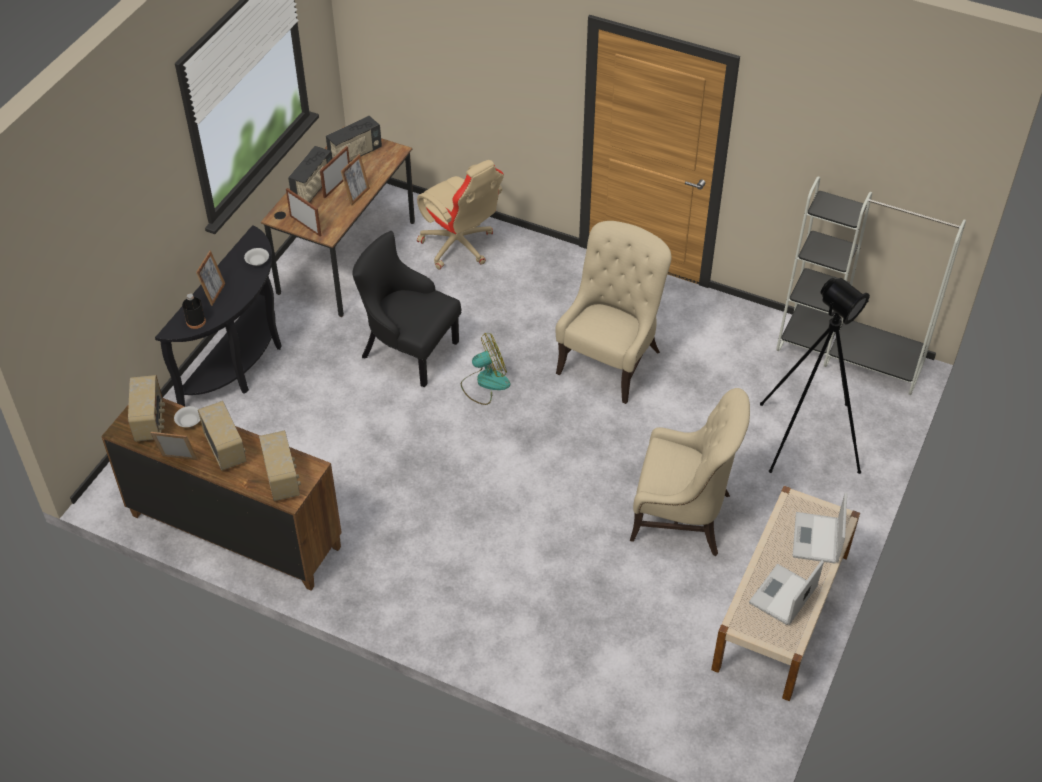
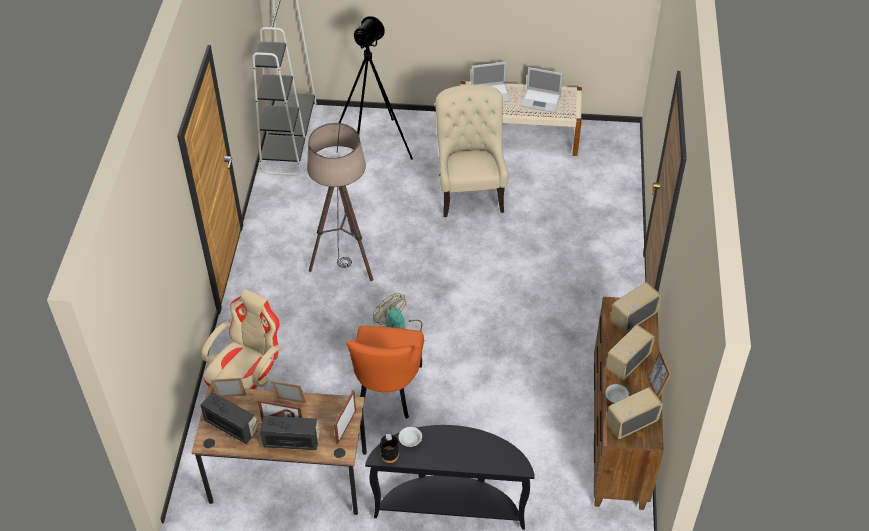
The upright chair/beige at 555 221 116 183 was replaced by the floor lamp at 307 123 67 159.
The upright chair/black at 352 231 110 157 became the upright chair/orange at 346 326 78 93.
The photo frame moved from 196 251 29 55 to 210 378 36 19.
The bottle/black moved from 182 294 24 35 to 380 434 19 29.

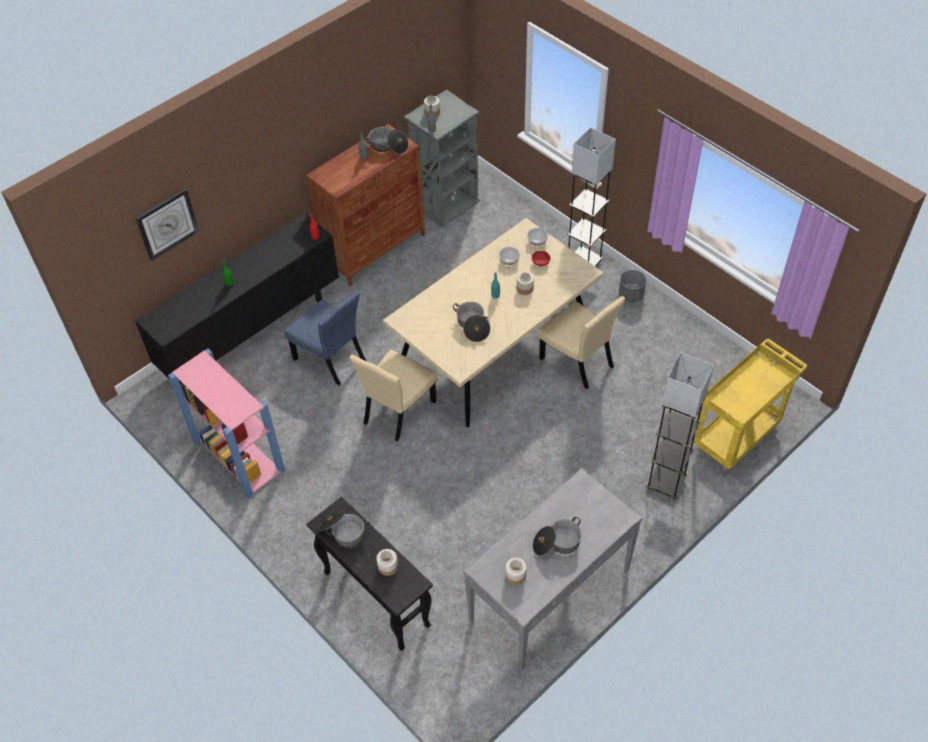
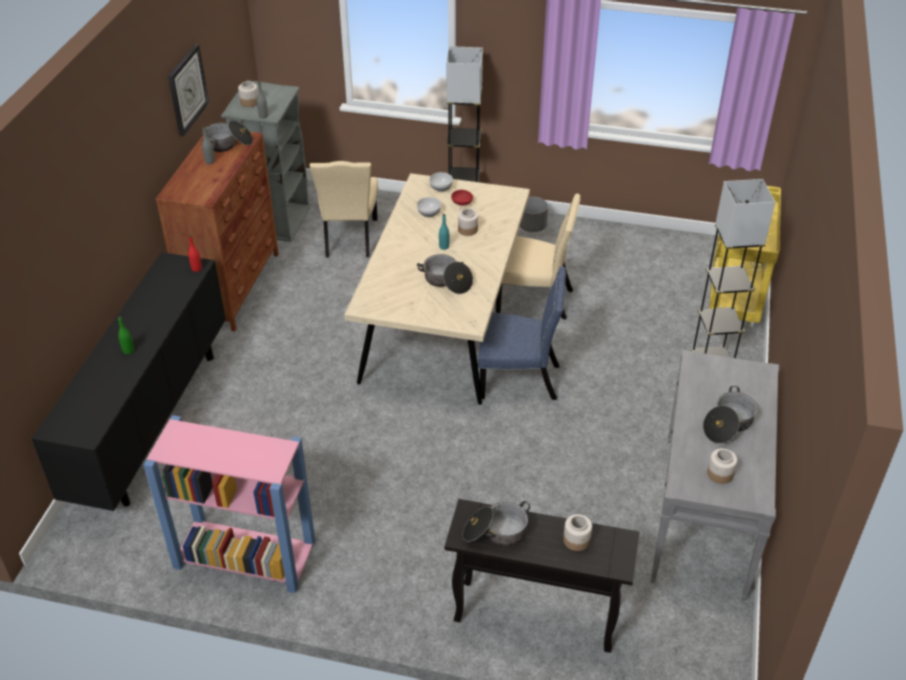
The hanging clock moved from 135 188 64 73 to 168 44 41 93.
The upright chair/blue-coloured moved from 284 291 82 94 to 478 266 88 134.
The upright chair/beige moved from 350 350 88 91 to 310 161 68 96.

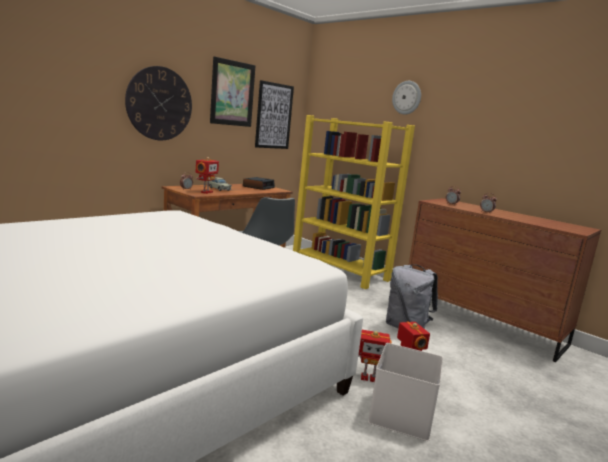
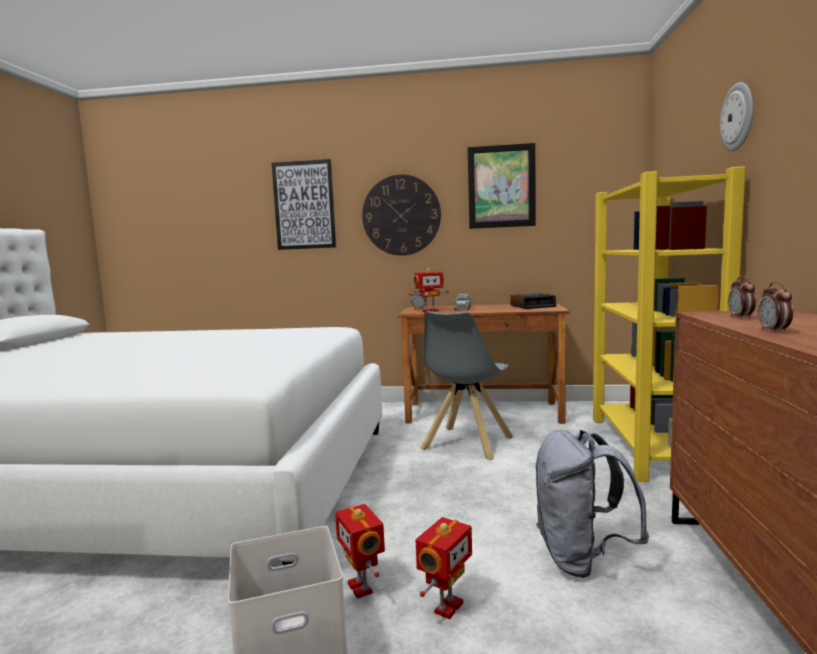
The wall art moved from 255 80 39 69 to 272 159 64 91.

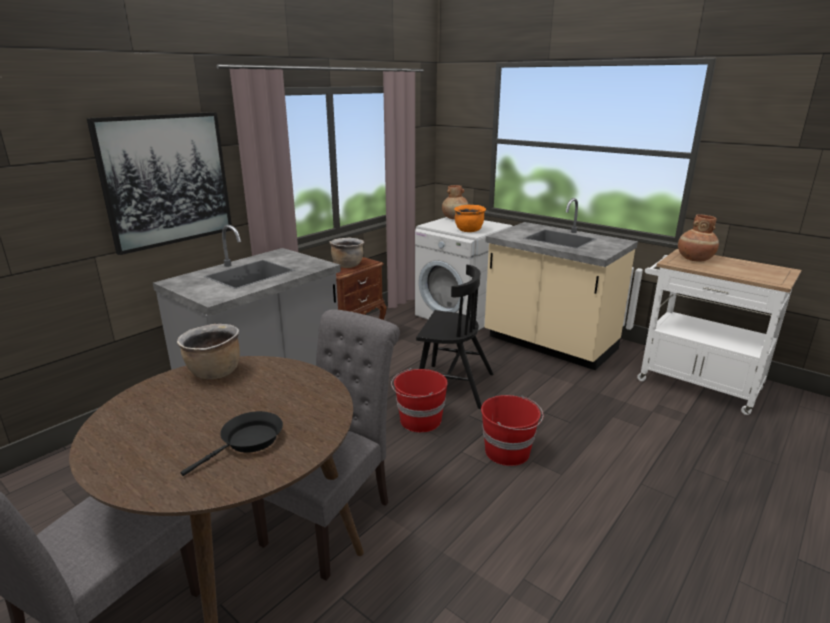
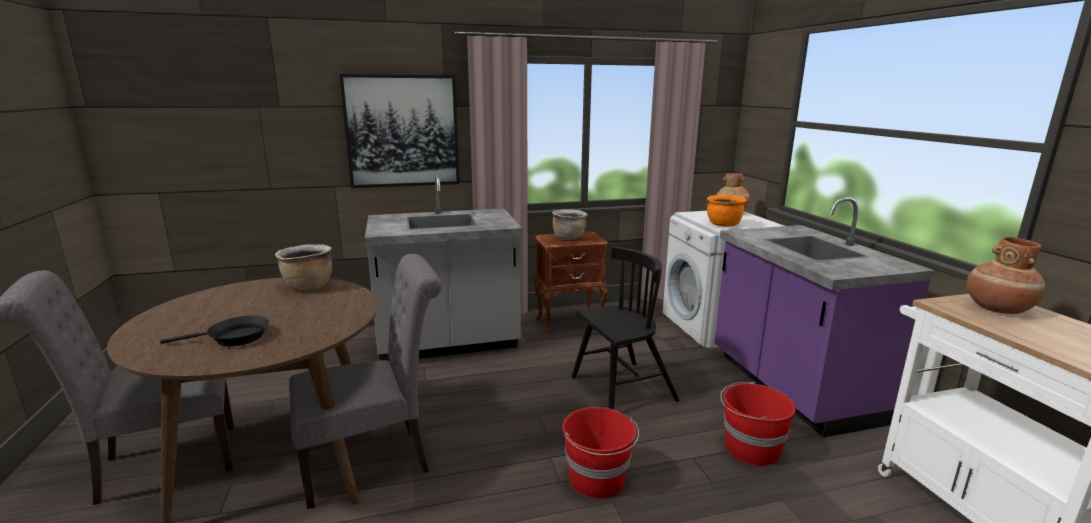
The kitchen counter/beige at 484 198 154 172 became the kitchen counter/purplish at 714 197 221 241.
The upright chair/black at 416 265 78 144 turned 75 degrees counterclockwise.
The bucket/red moved from 391 368 57 64 to 720 382 76 84.

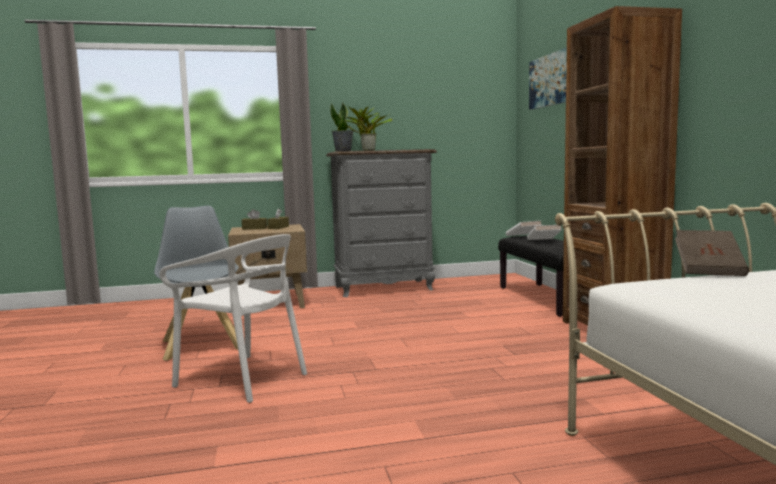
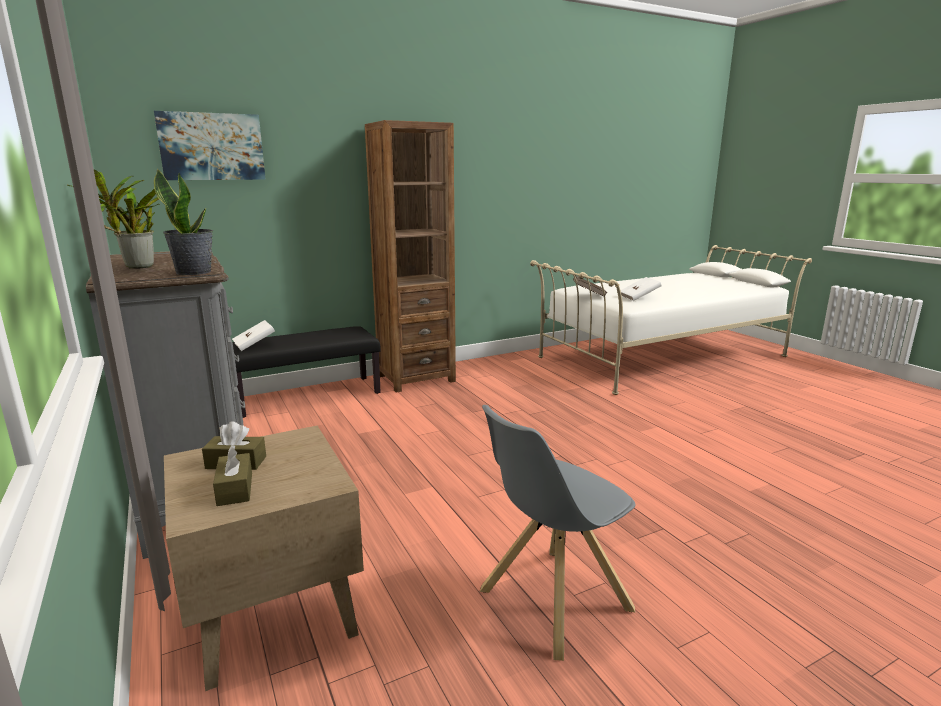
The volume/white-coloured moved from 527 225 35 15 to 621 277 40 24.
The upright chair/white-coloured at 159 234 148 169 disappeared.

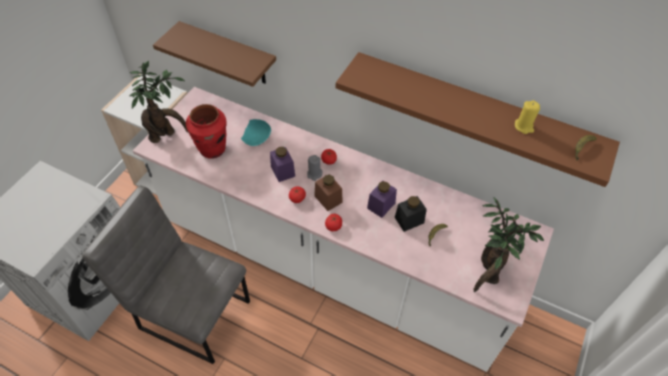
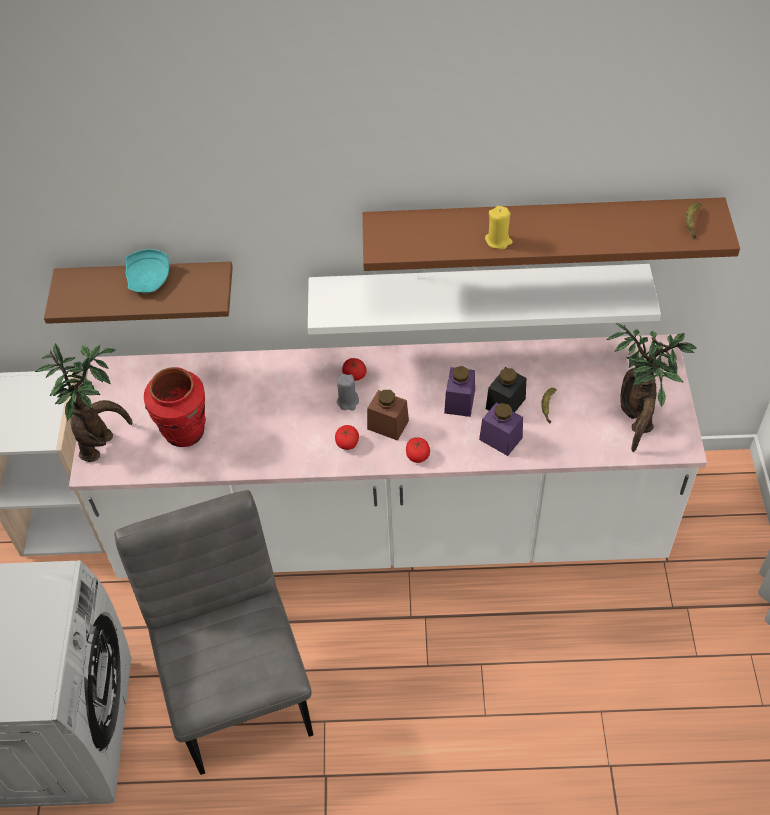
The wax light/yellow-coloured moved from 515 100 25 34 to 485 206 28 43.
The plate/blue-green moved from 241 119 30 27 to 125 249 44 44.
The jar/purplish moved from 270 147 25 35 to 479 402 44 54.
The upright chair/gray at 82 185 168 179 turned 75 degrees clockwise.
The wall shelf/white-coloured at 308 264 353 71 appeared.

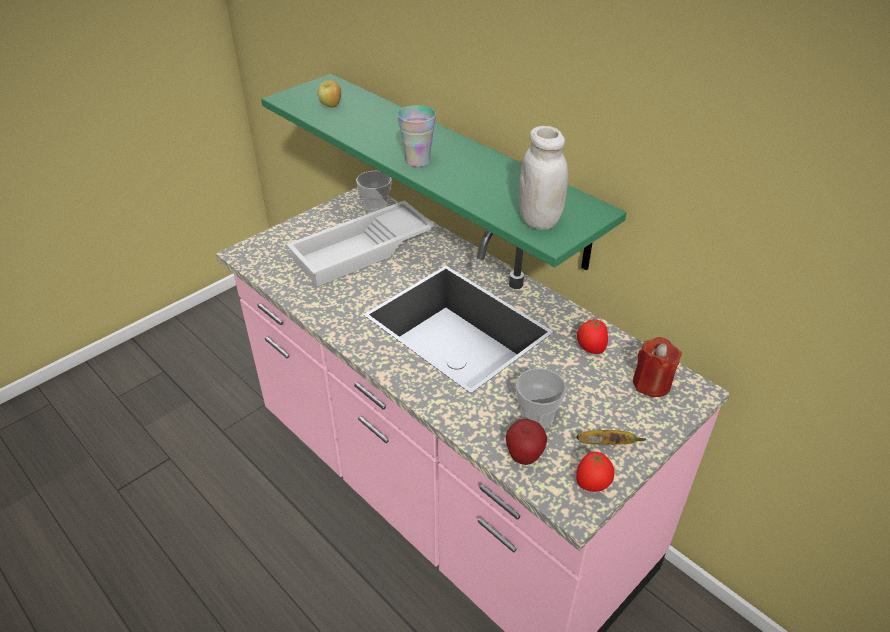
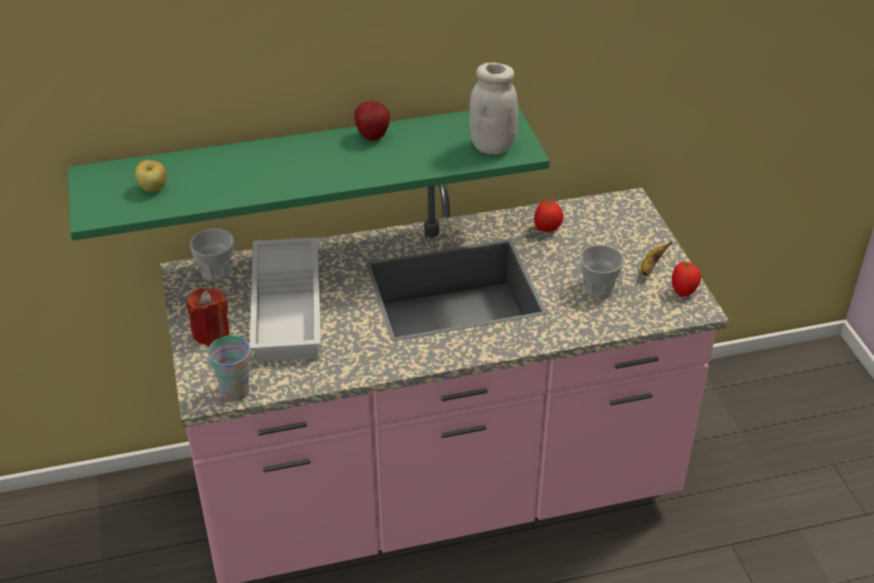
The cup moved from 398 105 38 62 to 207 336 44 65.
The wax light/red moved from 633 337 49 60 to 187 288 42 58.
The apple moved from 506 419 41 46 to 354 101 36 40.

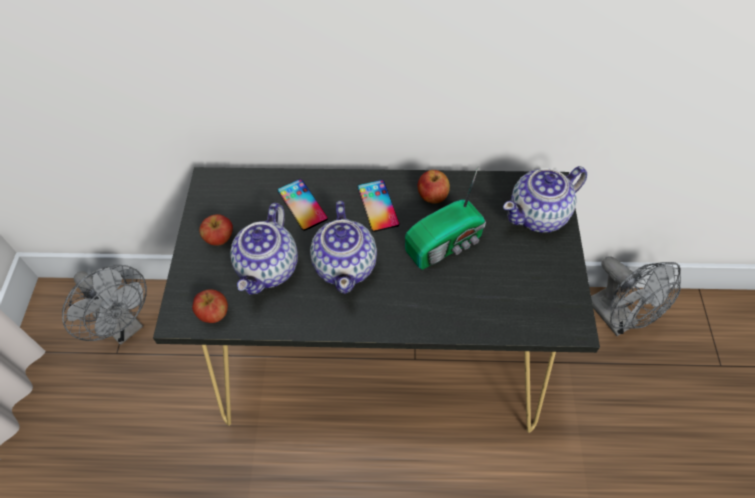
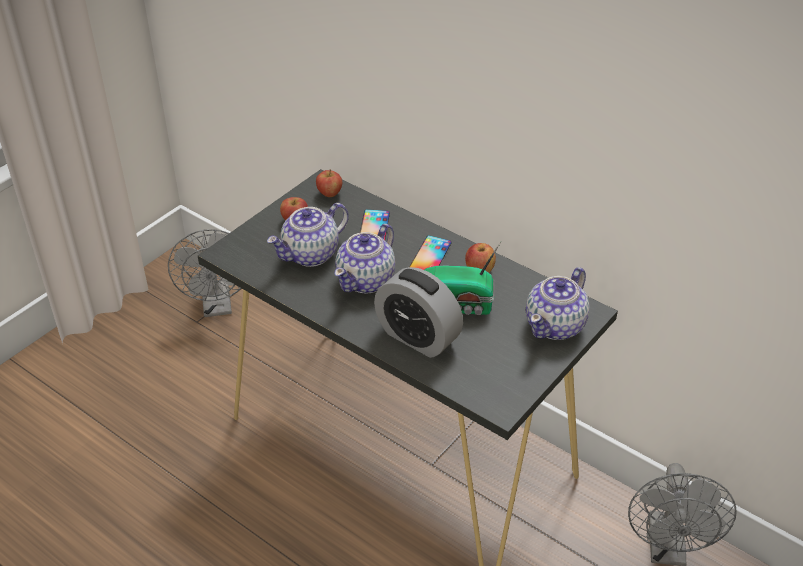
The teapot at 503 166 84 67 turned 60 degrees counterclockwise.
The apple moved from 192 289 36 34 to 316 169 26 28.
The bedside clock at 374 267 89 91 appeared.

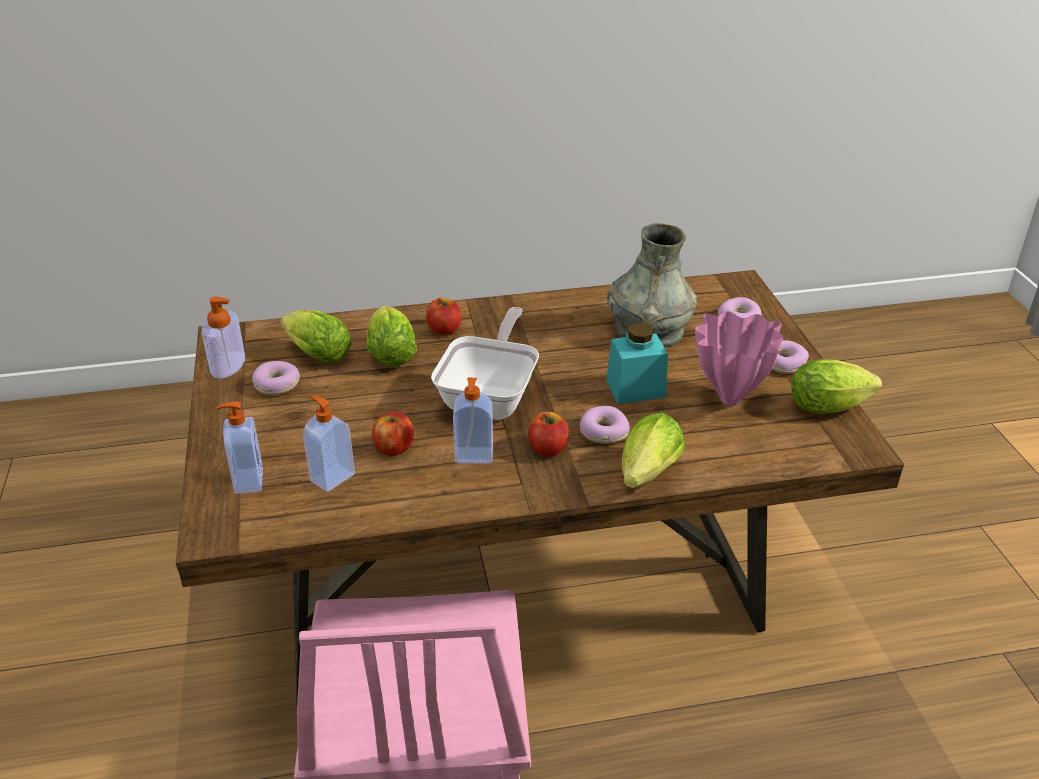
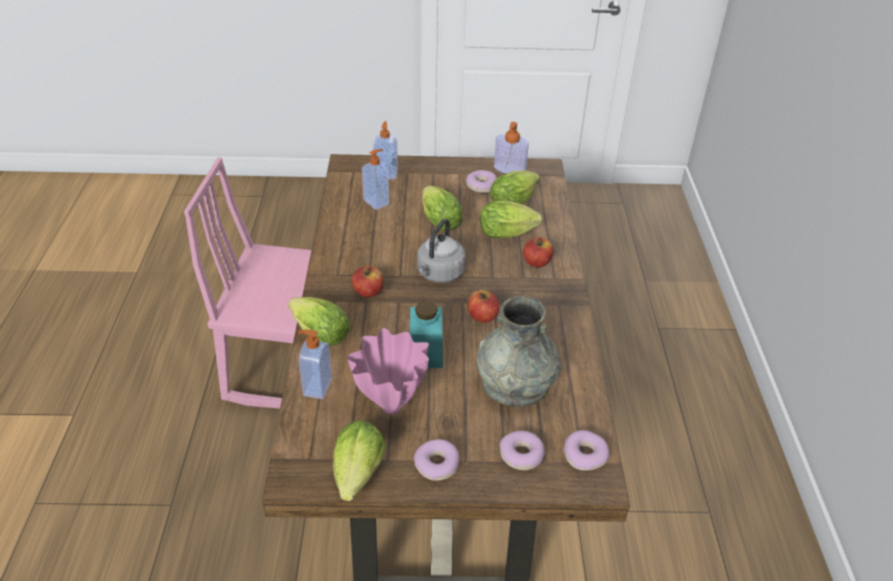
The skillet at 431 307 108 113 was replaced by the kettle/gray at 417 219 49 64.
The soap bottle moved from 453 378 40 86 to 298 330 34 69.
The donut moved from 580 406 50 38 to 564 430 45 41.
The apple moved from 372 412 42 44 to 468 290 31 33.
The lettuce at 422 186 40 45 appeared.

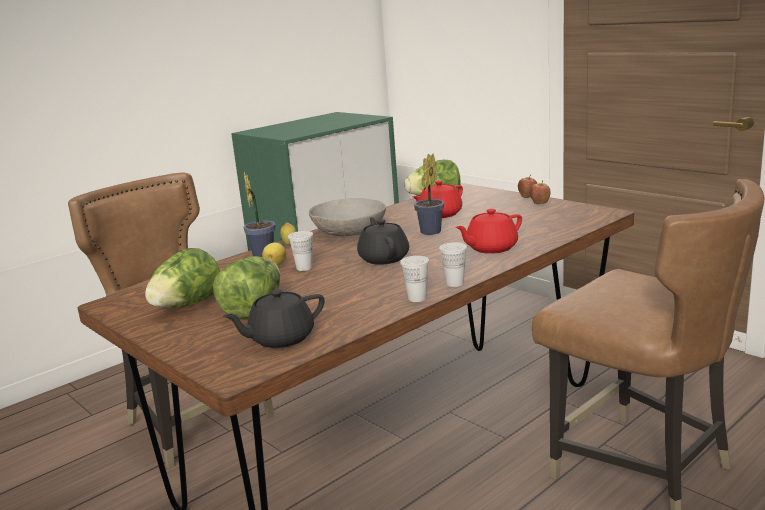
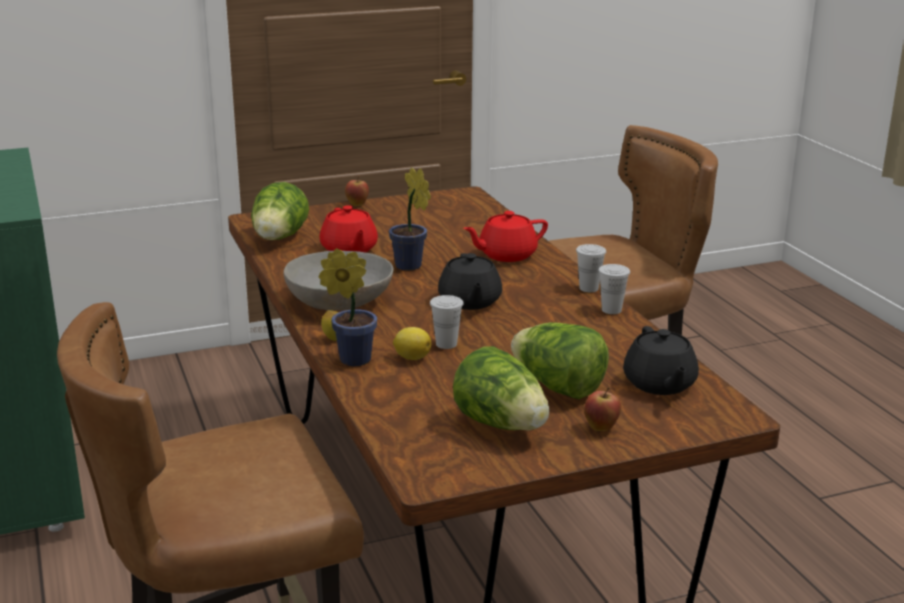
The apple moved from 530 180 21 24 to 584 387 37 44.
The teapot/red at 455 209 67 45 turned 75 degrees clockwise.
The teapot/black at 357 217 52 48 turned 105 degrees counterclockwise.

